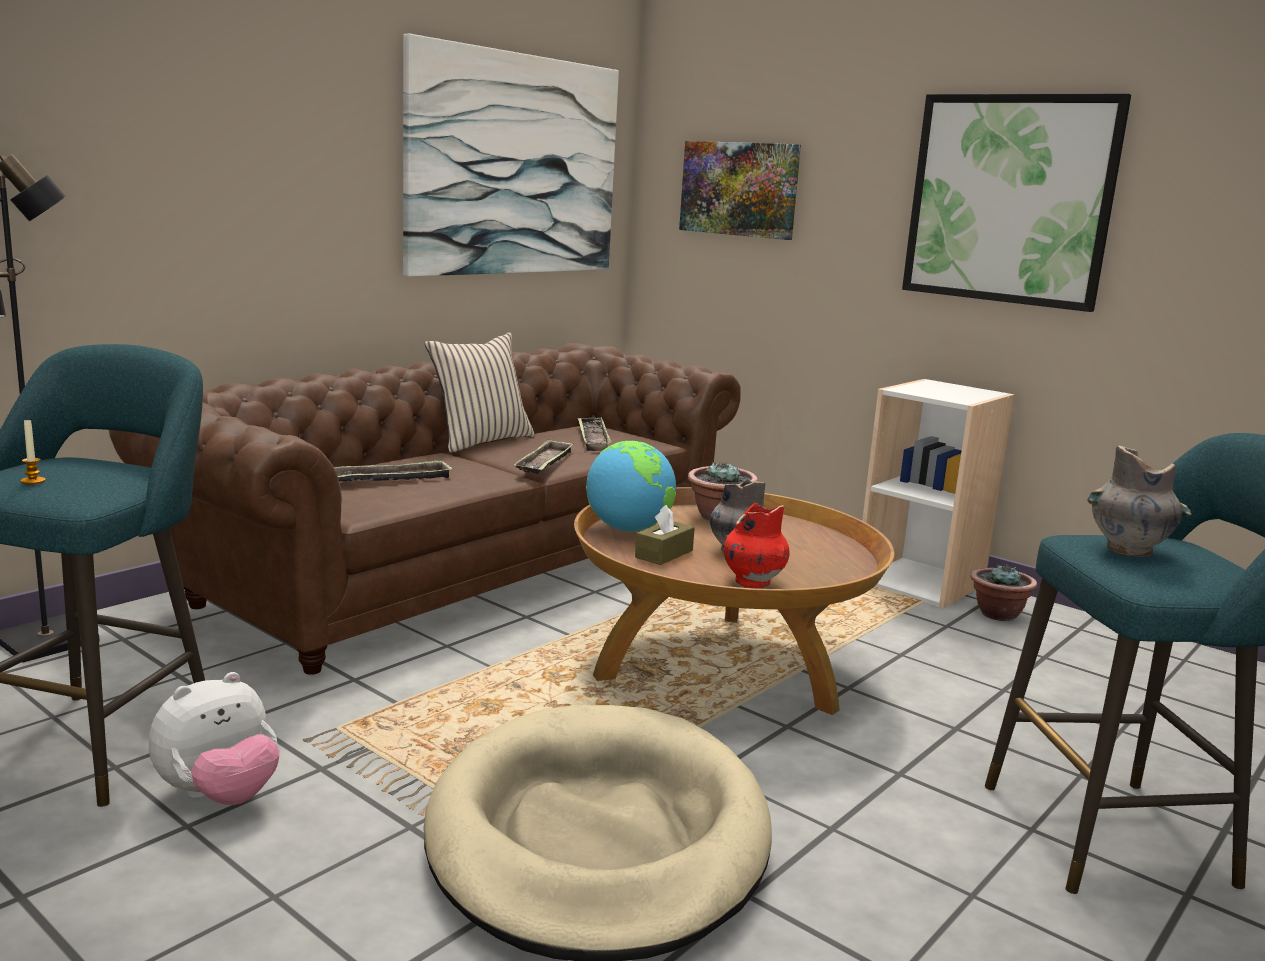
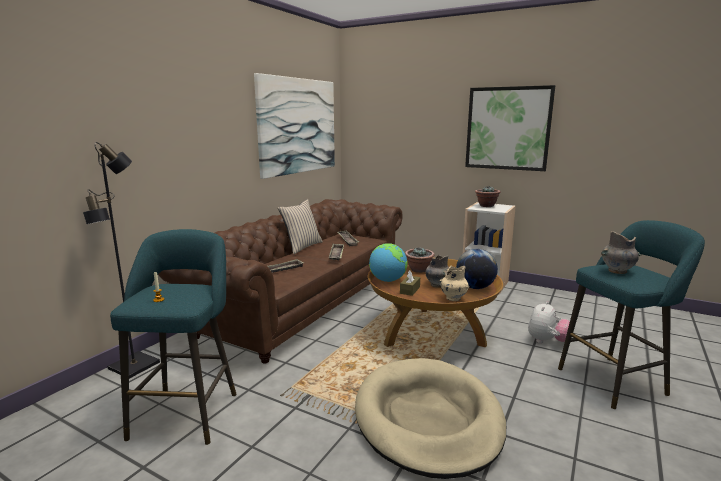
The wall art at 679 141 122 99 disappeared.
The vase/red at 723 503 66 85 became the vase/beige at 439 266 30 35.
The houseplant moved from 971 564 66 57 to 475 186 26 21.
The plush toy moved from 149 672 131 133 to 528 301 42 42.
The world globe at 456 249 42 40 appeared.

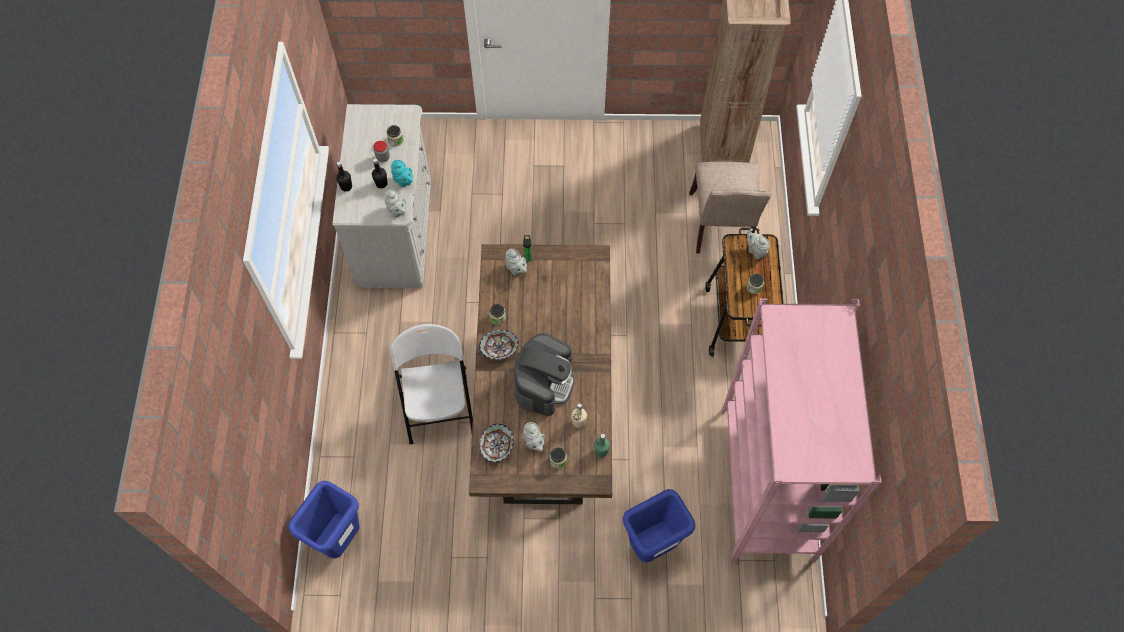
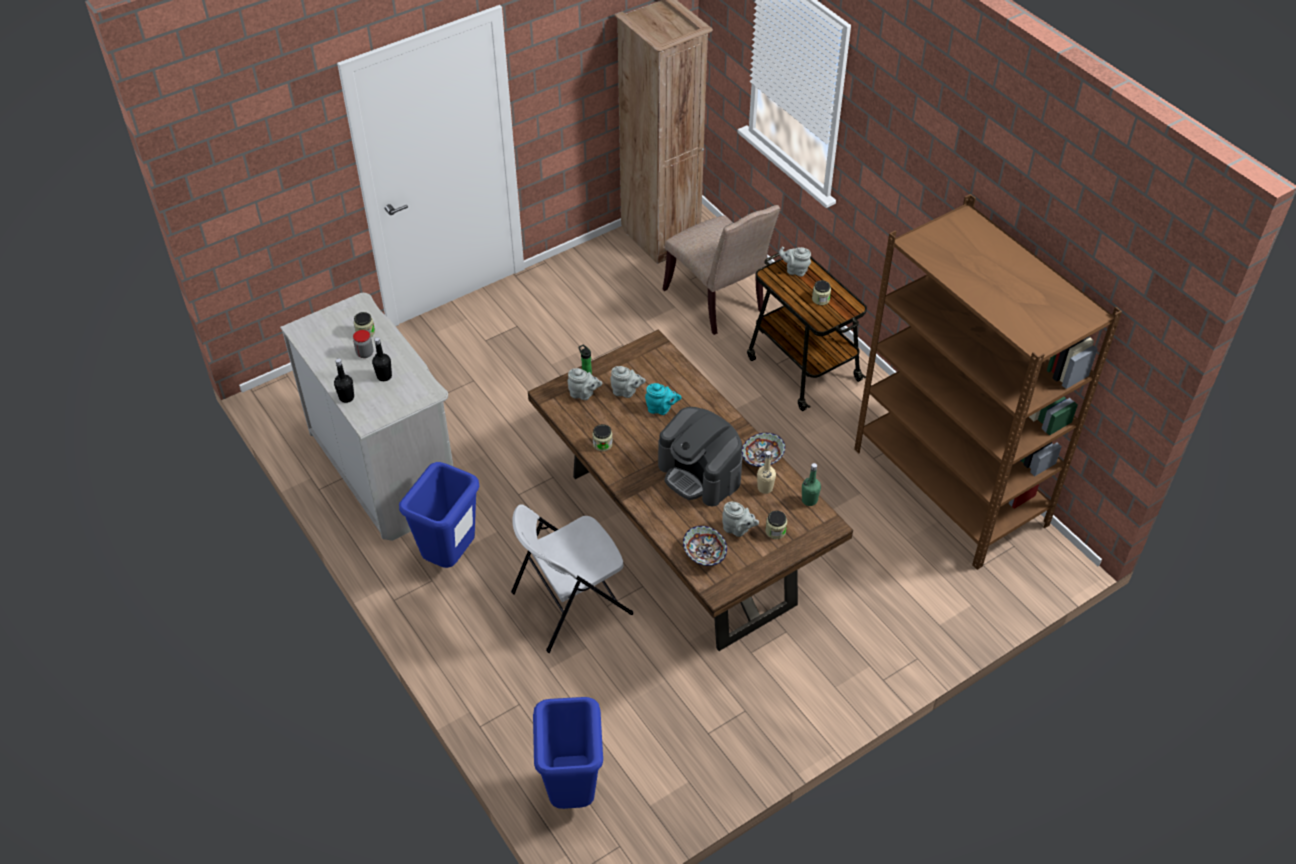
The teapot/blue-green moved from 391 160 22 27 to 645 383 37 32.
The teapot/gray moved from 384 190 22 27 to 610 366 36 32.
The bookshelf/pink-coloured at 722 298 159 264 became the bookshelf/brownish at 854 194 268 376.
The upright chair/white-coloured at 390 324 83 120 turned 75 degrees counterclockwise.
The bowl moved from 479 330 40 30 to 742 433 43 34.
The coffee machine at 514 333 61 83 turned 150 degrees clockwise.
The rubbish bin/blue-coloured moved from 623 489 72 74 to 399 462 80 106.

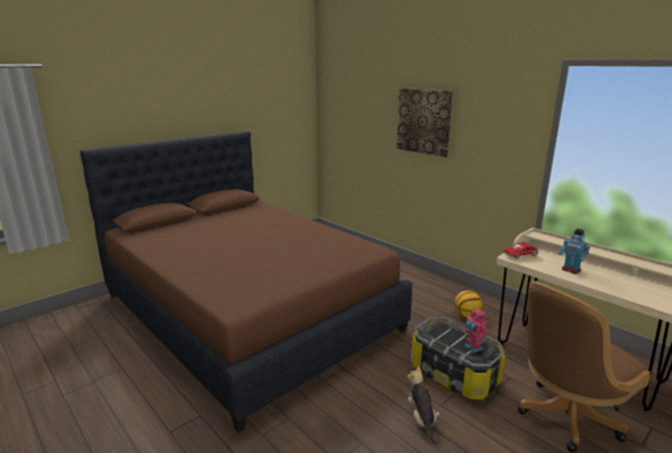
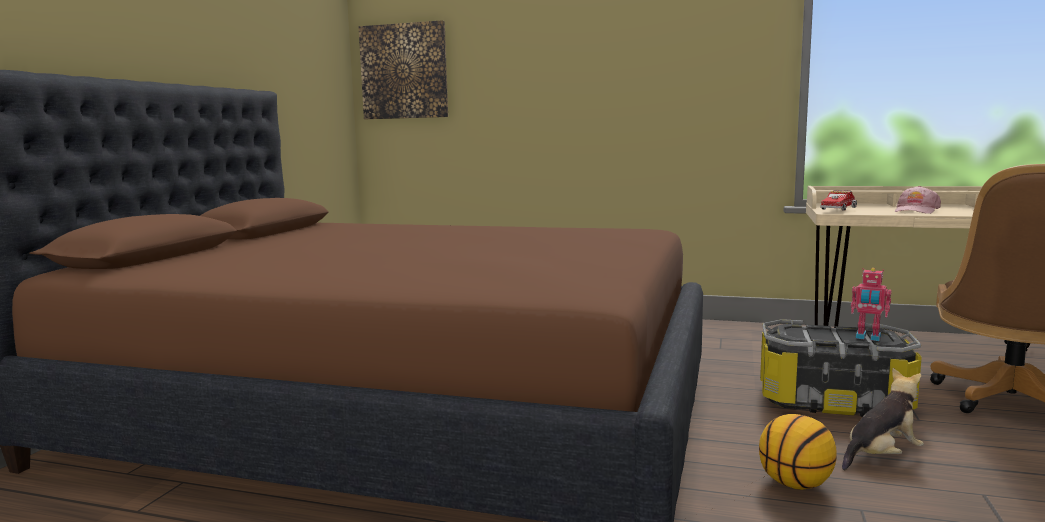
The wall art moved from 397 88 57 69 to 358 20 90 99.
The model robot at 558 229 32 45 was replaced by the peaked cap/pink-coloured at 895 186 46 28.
The ball for basketball moved from 454 290 29 28 to 759 414 78 76.
The plush toy at 407 366 33 79 turned 105 degrees clockwise.

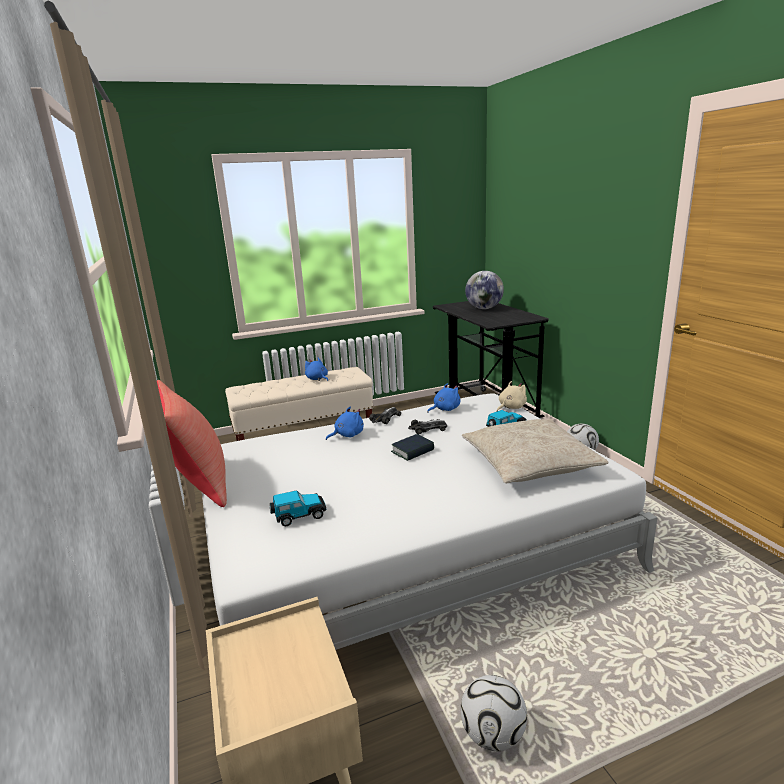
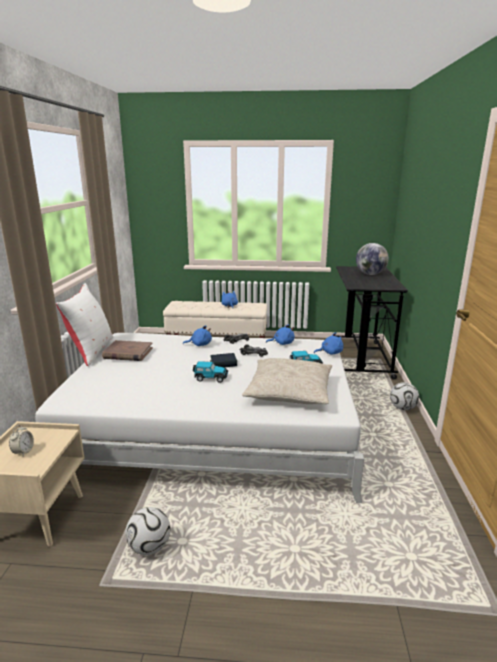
The cushion/red at 157 380 70 127 became the cushion/white-coloured at 56 283 58 83.
The plush toy/beige at 497 381 30 30 became the plush toy/blue-coloured at 314 332 30 23.
The toy car moved from 270 490 56 36 to 193 361 35 22.
The volume/brownish at 102 340 51 21 appeared.
The bedside clock at 9 425 25 31 appeared.

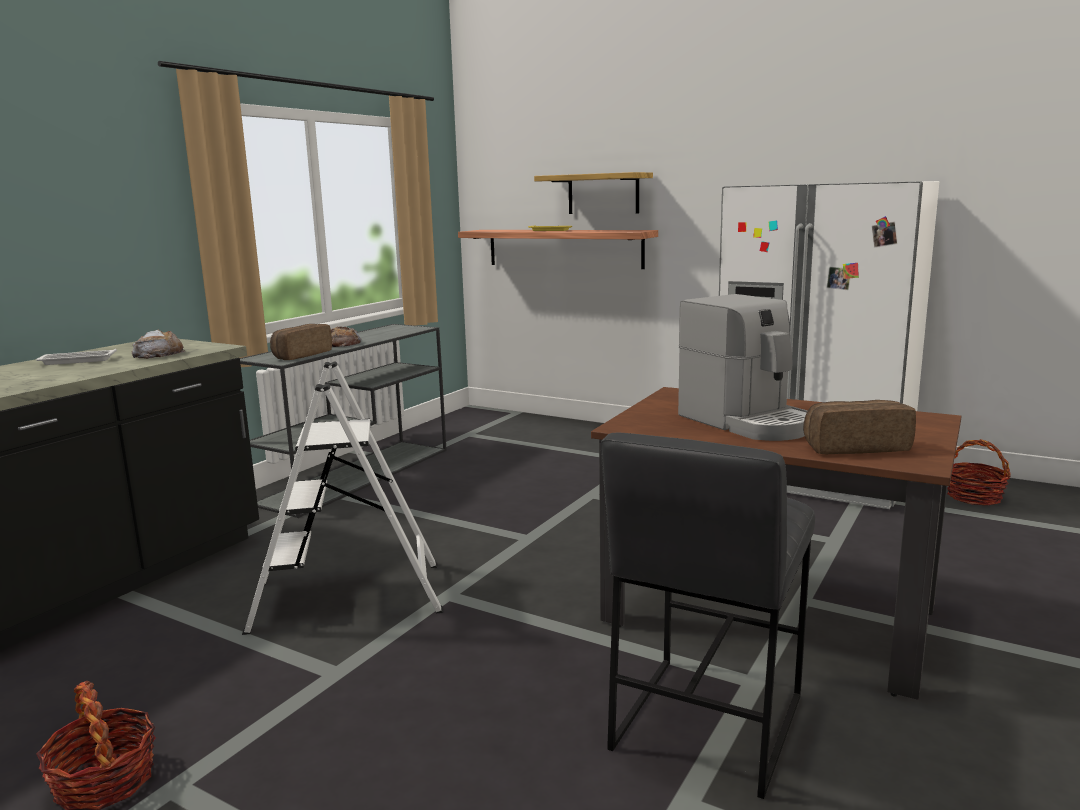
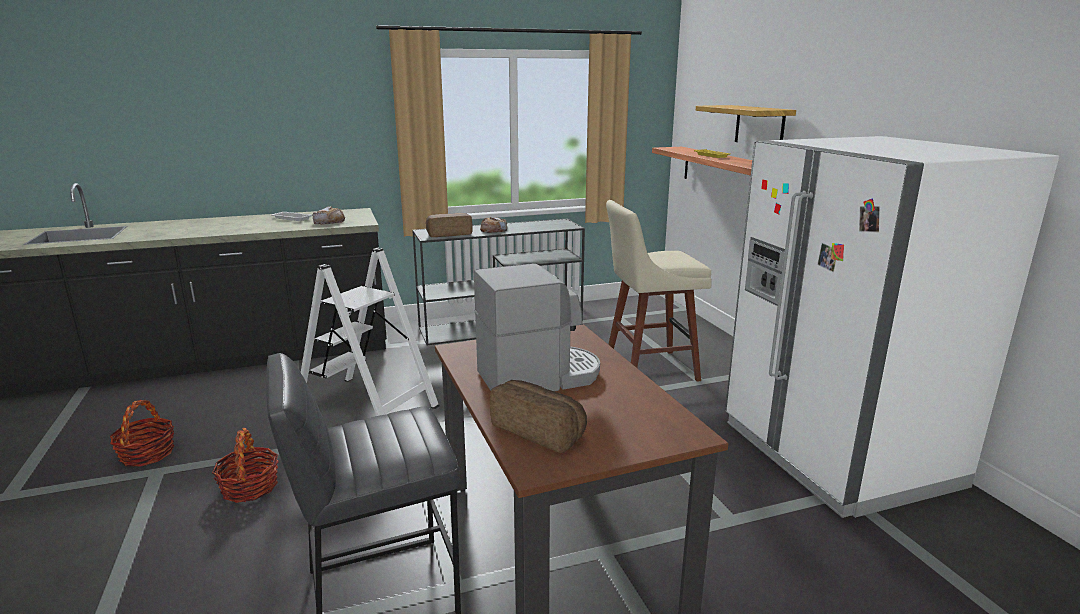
The coffee machine at 678 294 130 147 turned 120 degrees counterclockwise.
The household basket moved from 947 439 64 66 to 212 428 66 75.
The stool/beige at 606 200 106 182 appeared.

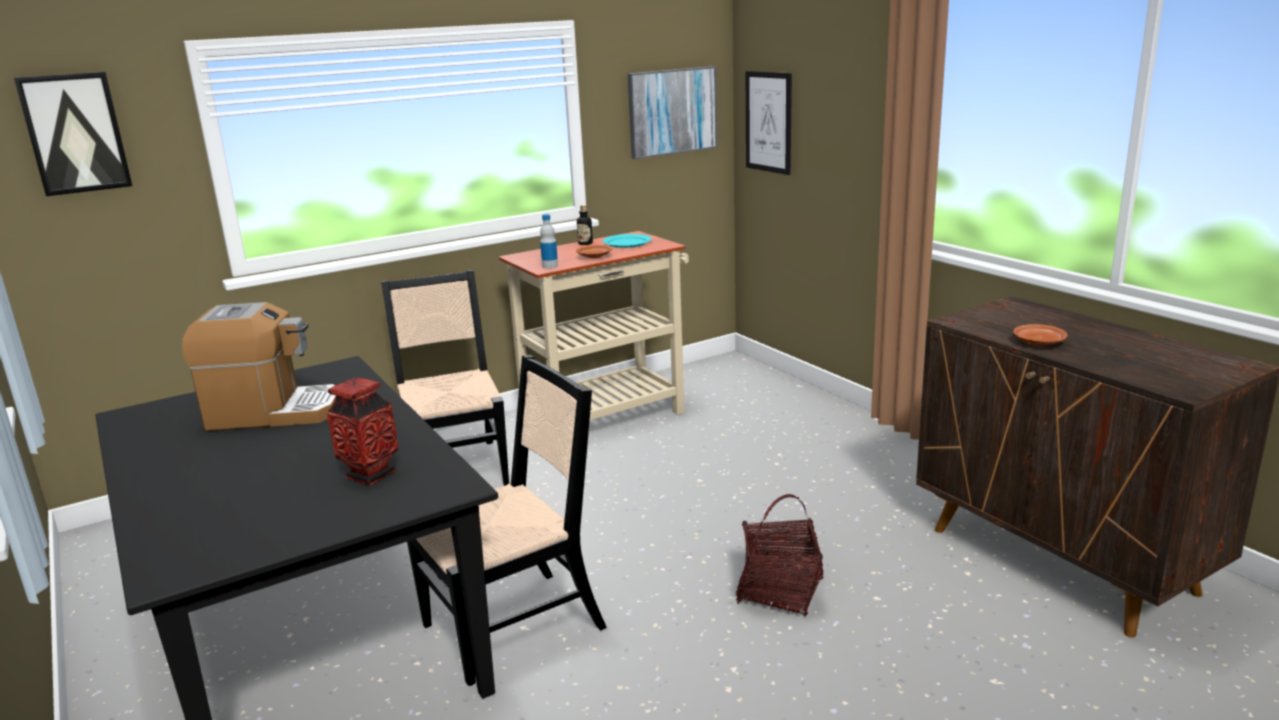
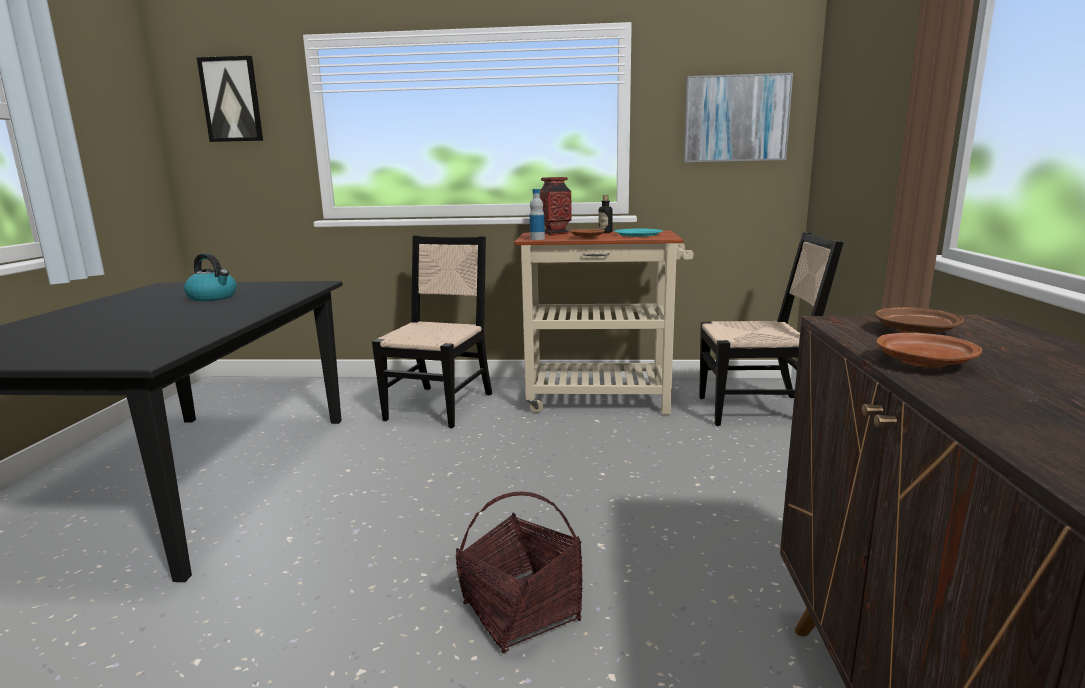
The wall art at 746 71 46 104 disappeared.
The coffee machine at 182 302 154 129 was replaced by the kettle at 184 253 53 48.
The upright chair moved from 407 355 200 331 to 699 232 145 194.
The vase moved from 327 377 72 108 to 540 177 32 58.
The plate/brownish at 875 307 89 27 appeared.

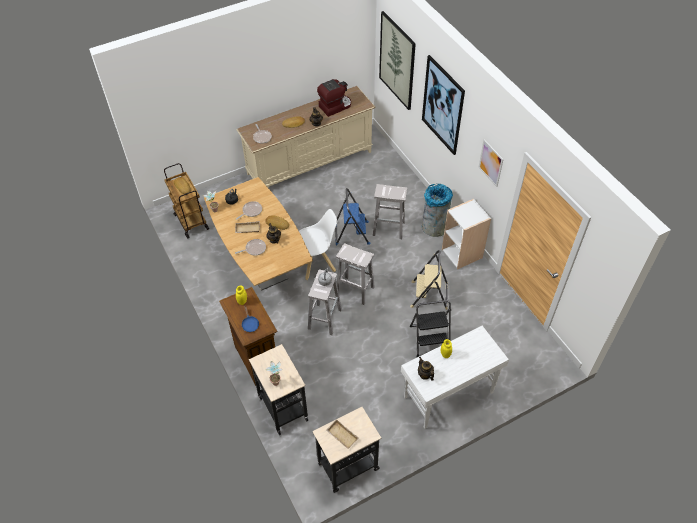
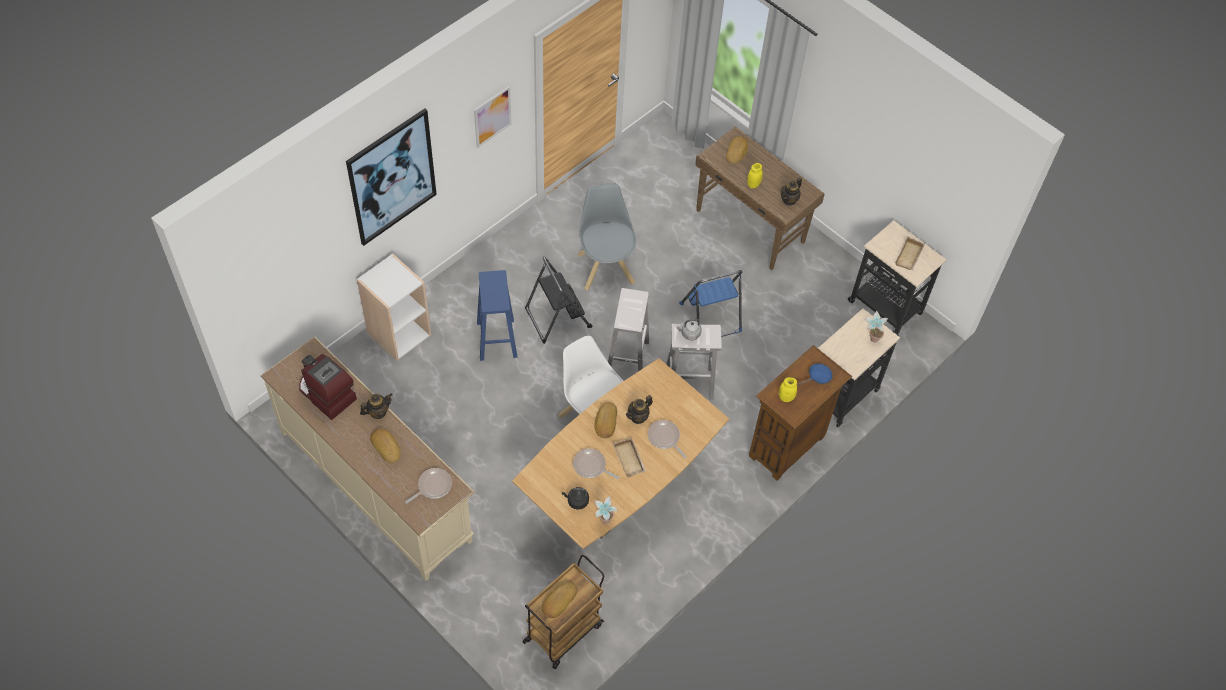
The wall art at 379 11 37 99 disappeared.
The stool/white-coloured at 373 184 34 55 became the stool/blue-coloured at 477 270 40 91.
The rubbish bin/gray at 422 184 31 53 disappeared.
The stepladder/blue-coloured moved from 335 188 36 57 to 679 270 63 67.
The bookshelf moved from 442 199 49 70 to 357 254 74 107.
The stepladder/beige at 410 250 38 60 was replaced by the upright chair/gray at 577 183 59 108.
The stepladder/black moved from 410 300 41 57 to 525 256 67 88.
The narrow table/white-coloured at 401 326 108 103 became the narrow table/brownish at 695 126 130 144.
The bakery bread at 726 136 22 28 appeared.

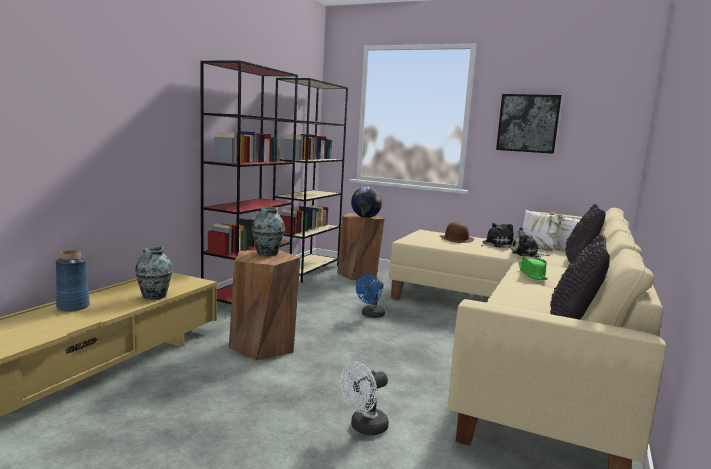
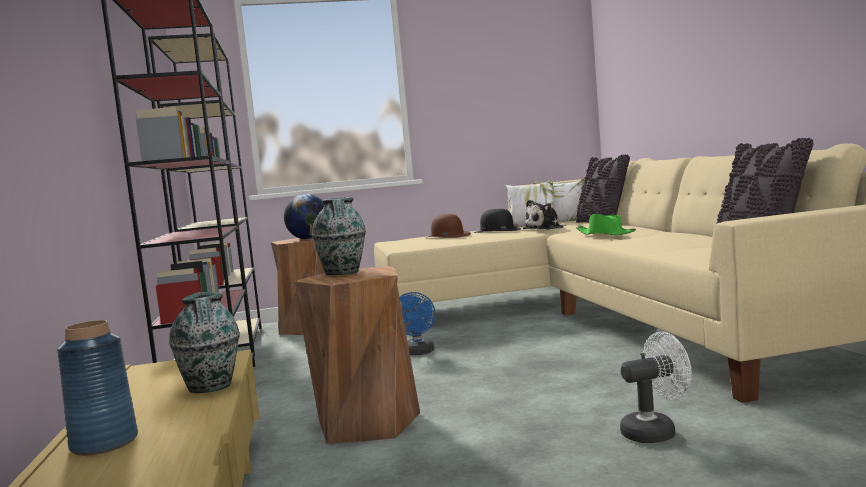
The wall art at 496 94 66 60 disappeared.
The plush toy at 481 223 33 25 was replaced by the hat/black at 474 209 47 24.
The cooling fan/white-coloured at 341 362 48 73 turned 120 degrees counterclockwise.

